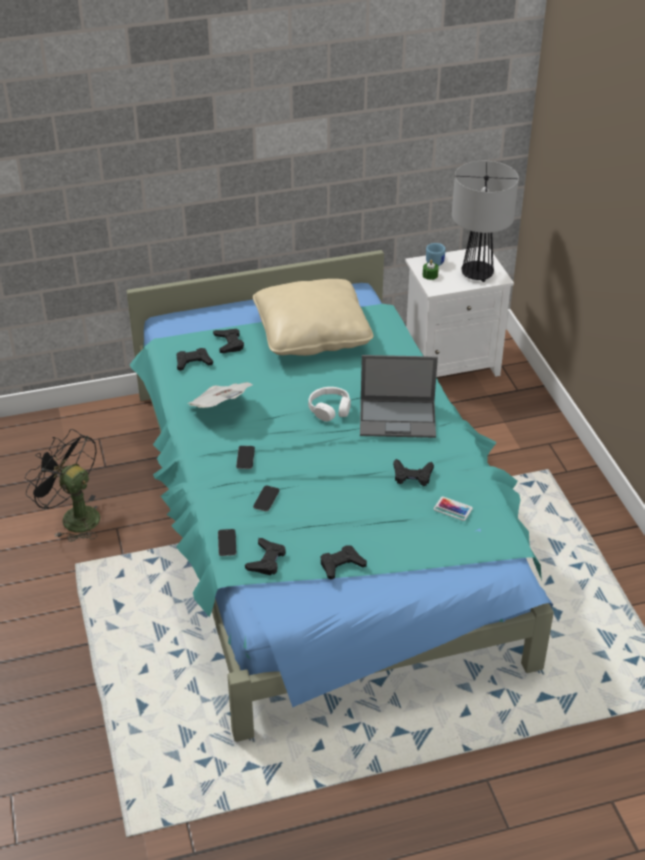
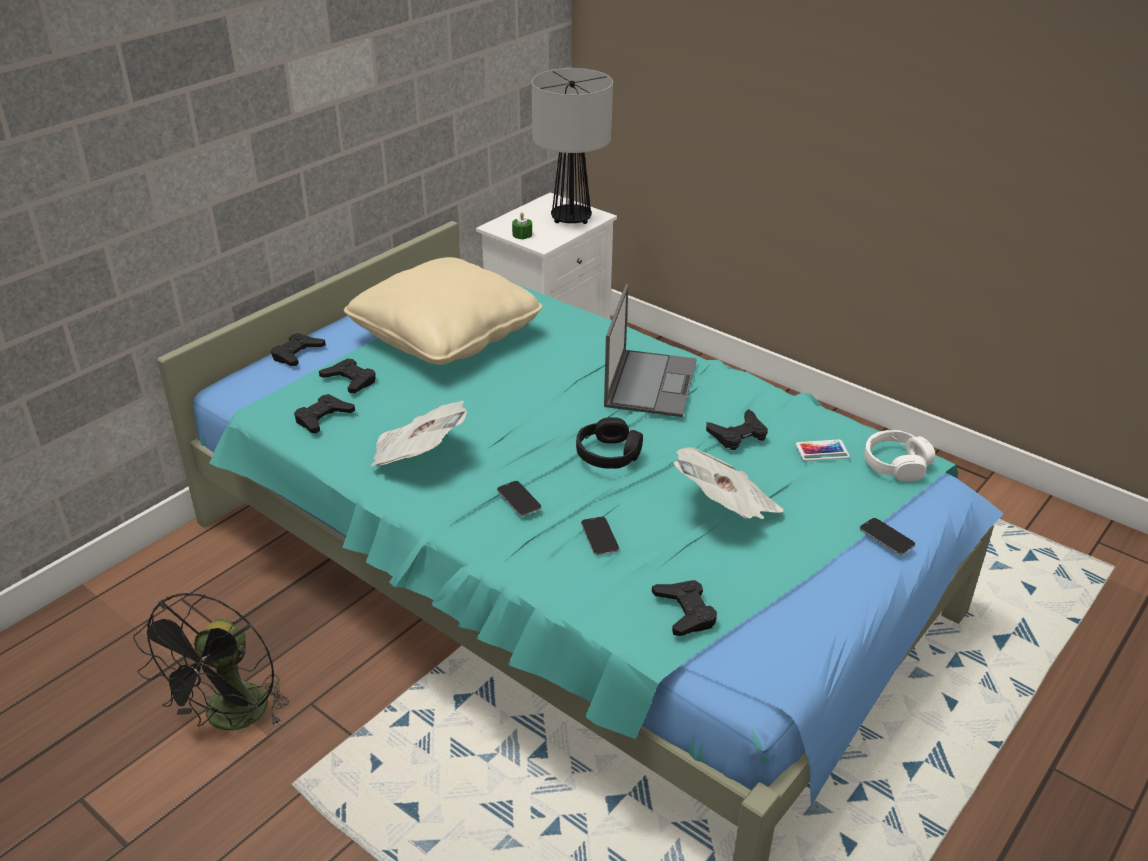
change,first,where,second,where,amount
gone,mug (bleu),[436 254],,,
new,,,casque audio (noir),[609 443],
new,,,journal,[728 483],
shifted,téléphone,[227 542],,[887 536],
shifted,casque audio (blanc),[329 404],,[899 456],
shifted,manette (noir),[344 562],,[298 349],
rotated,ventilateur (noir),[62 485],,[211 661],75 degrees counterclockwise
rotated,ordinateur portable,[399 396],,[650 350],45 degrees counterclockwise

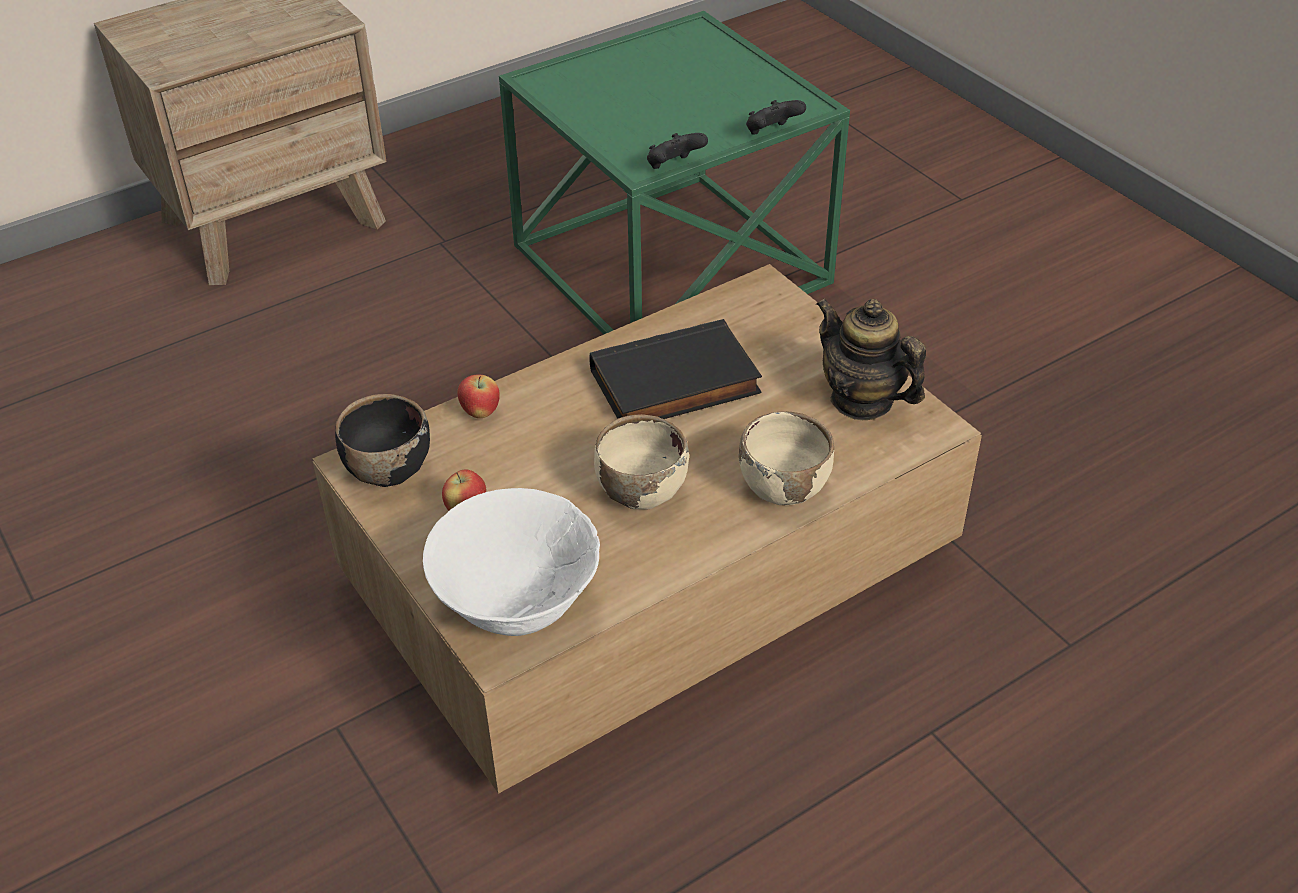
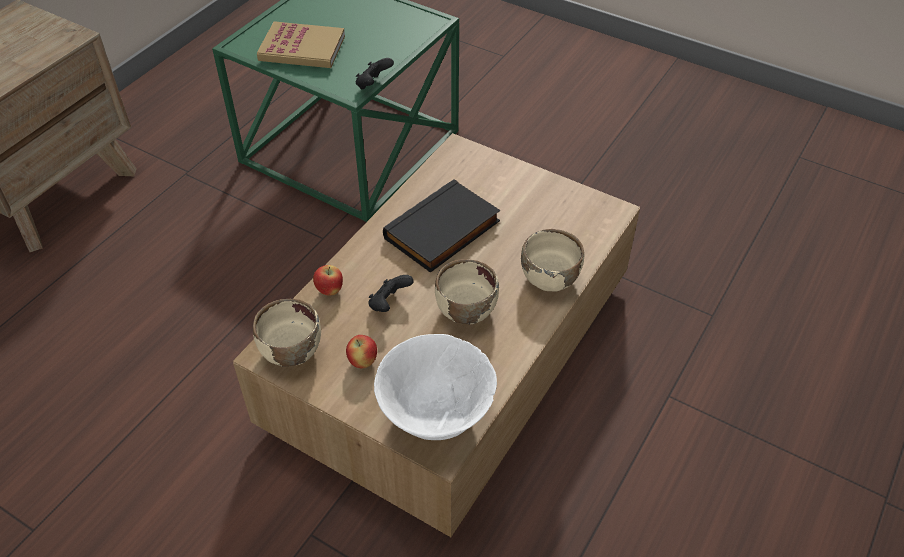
change,first,where,second,where,amount
gone,théière,[871 359],,,
new,,,livre,[301 44],
shifted,manette (noir),[776 117],,[391 293],
repainted,bol (noir),[382 440],bol (beige),[287 333],

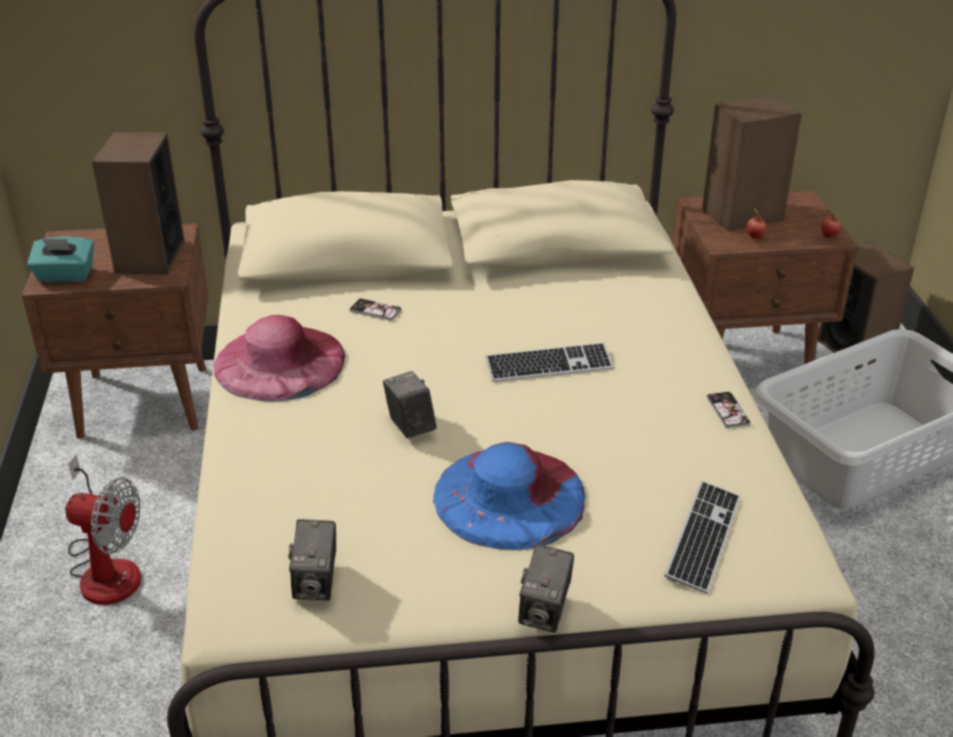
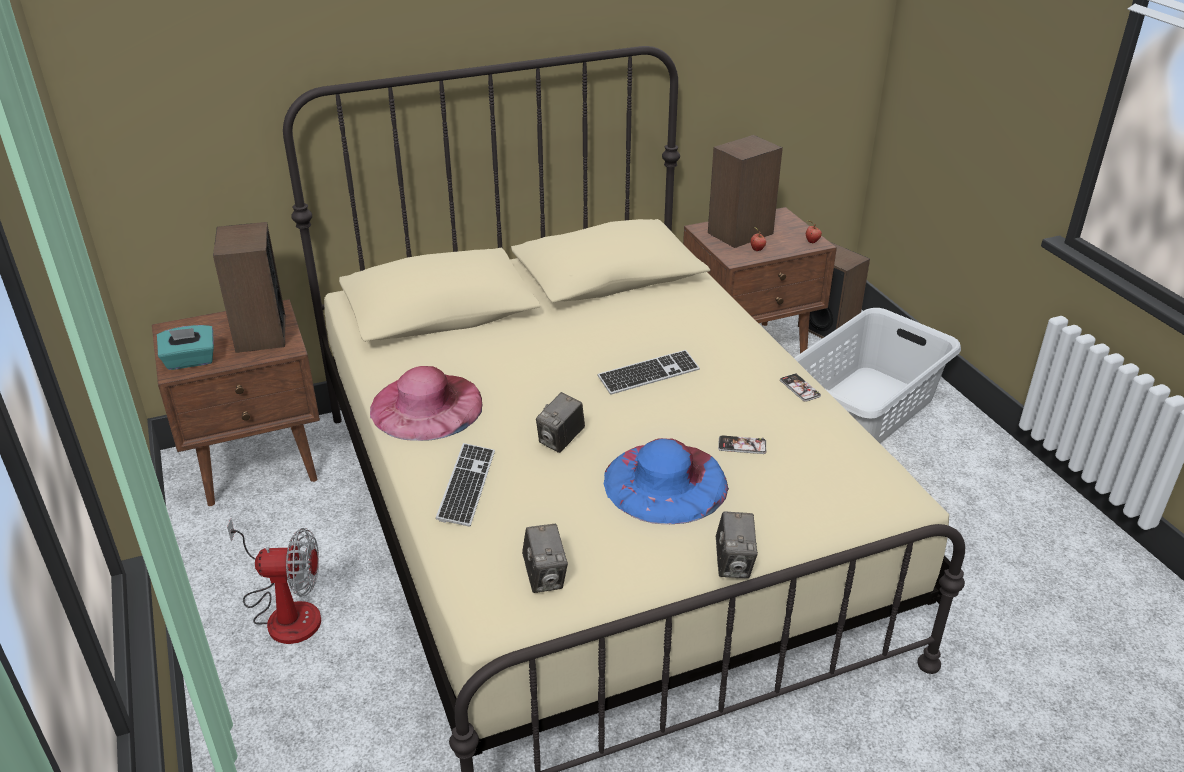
change,first,where,second,where,amount
shifted,téléphone,[375 309],,[742 445],
shifted,clavier,[702 537],,[465 485],
rotated,appareil photo,[410 404],,[560 422],105 degrees counterclockwise

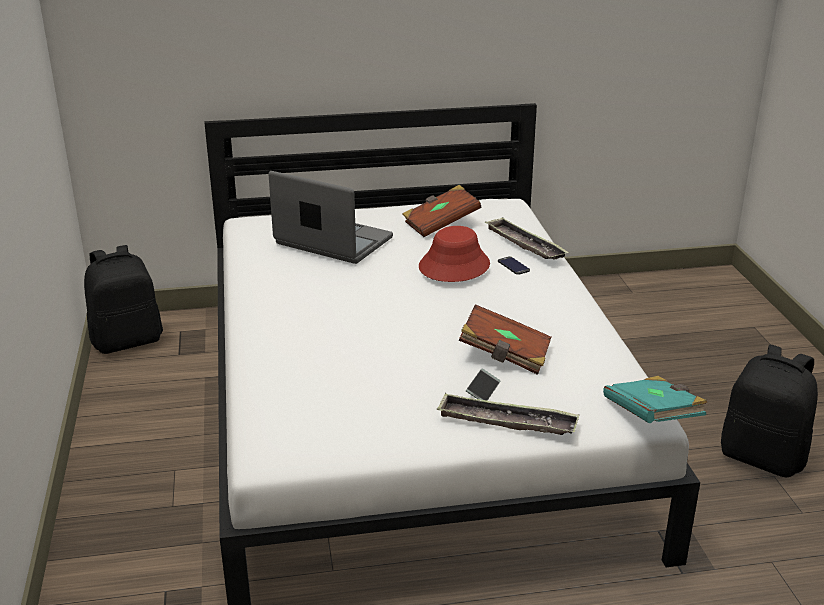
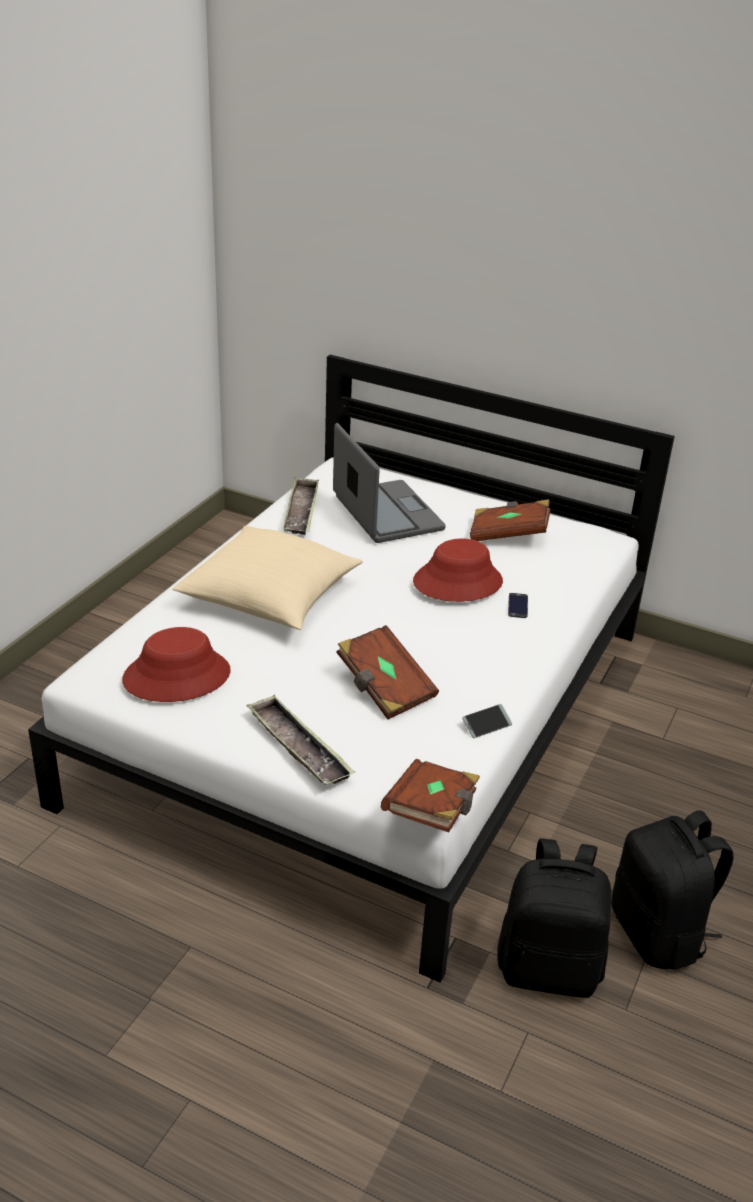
change,first,where,second,where,amount
new,,,chapeau (rouge),[176 664],
new,,,coussin (beige),[267 578],
shifted,sac à dos (noir),[123 299],,[554 918],
shifted,téléphone,[483 385],,[487 721],
shifted,plateau,[527 238],,[301 506],
repainted,livre (turquoise),[655 399],livre (marron),[430 795],

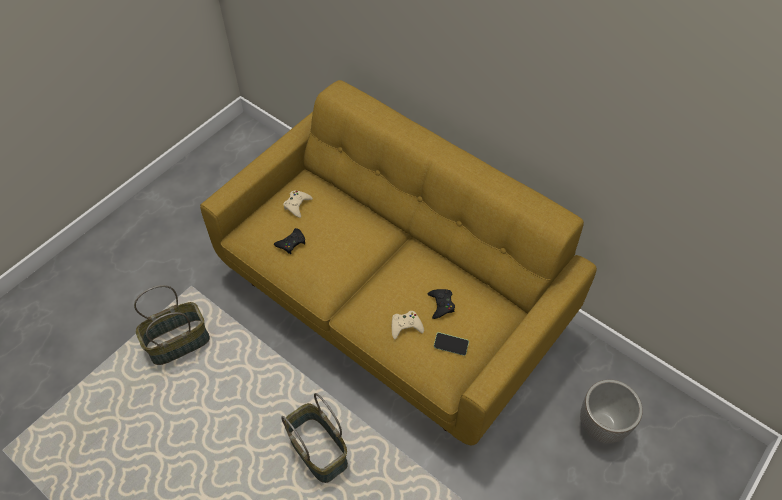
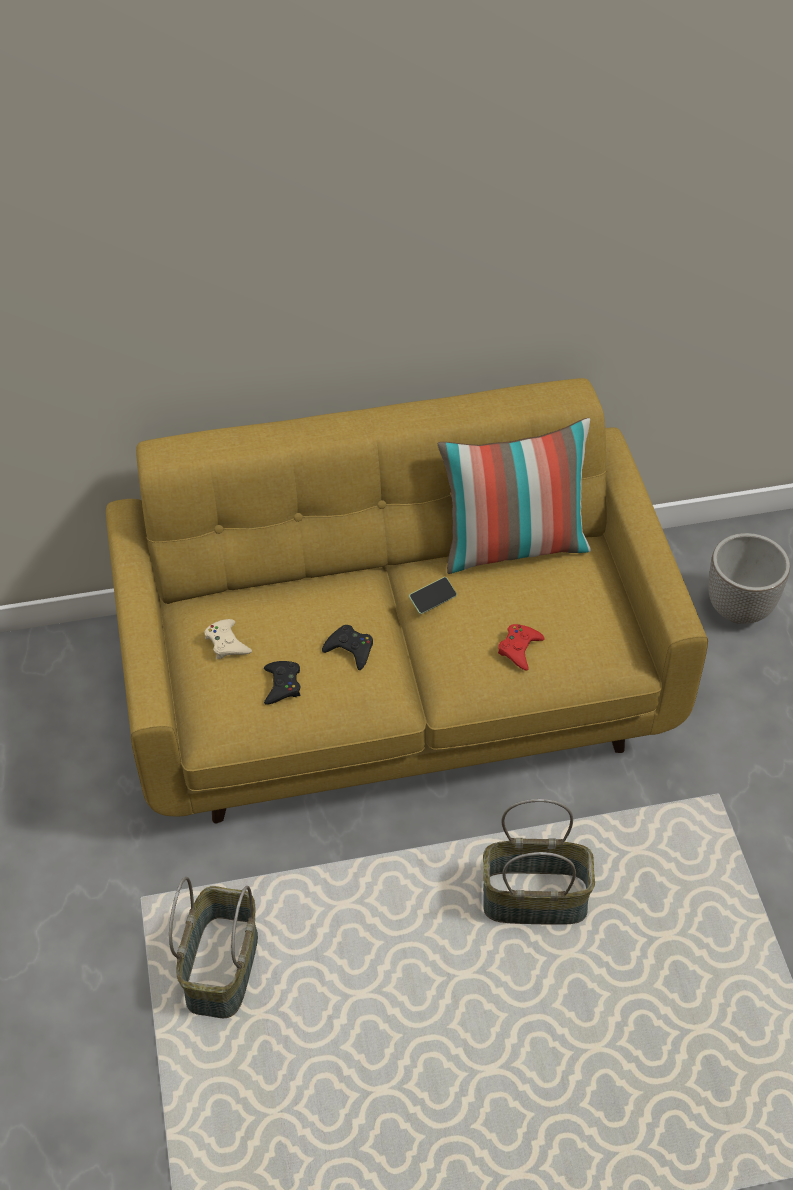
change,first,where,second,where,amount
new,,,coussin,[514 496],
shifted,manette (noir),[441 304],,[347 647],
shifted,téléphone,[451 344],,[433 595],
repainted,manette (beige),[408 325],manette (rouge),[521 647],

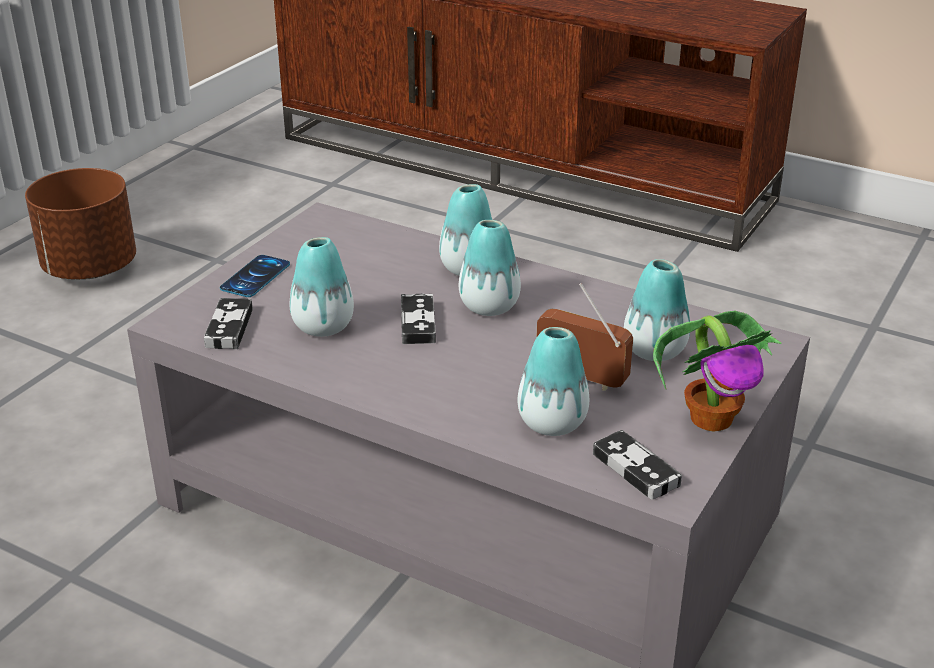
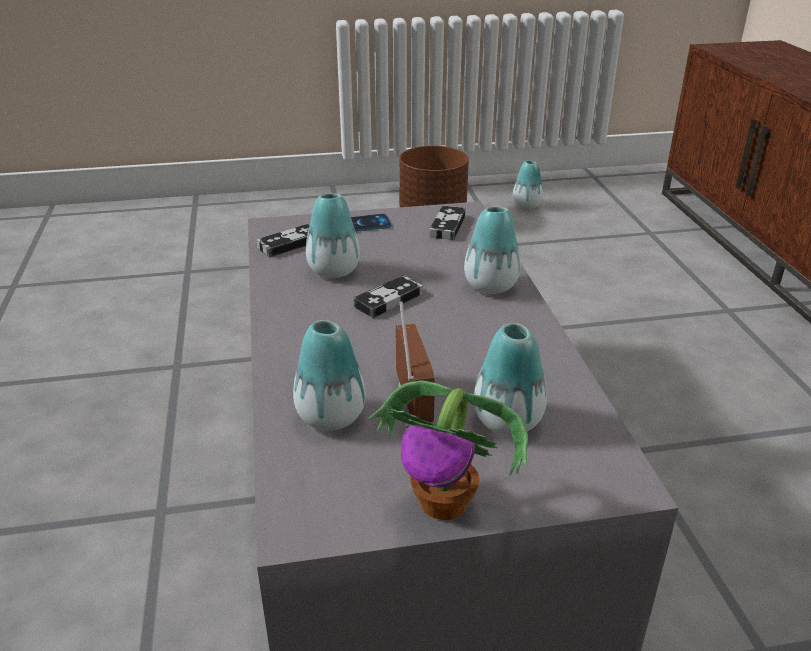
change,first,where,second,where,amount
shifted,vase,[490 268],,[528 184],
shifted,manette,[637 465],,[447 223],

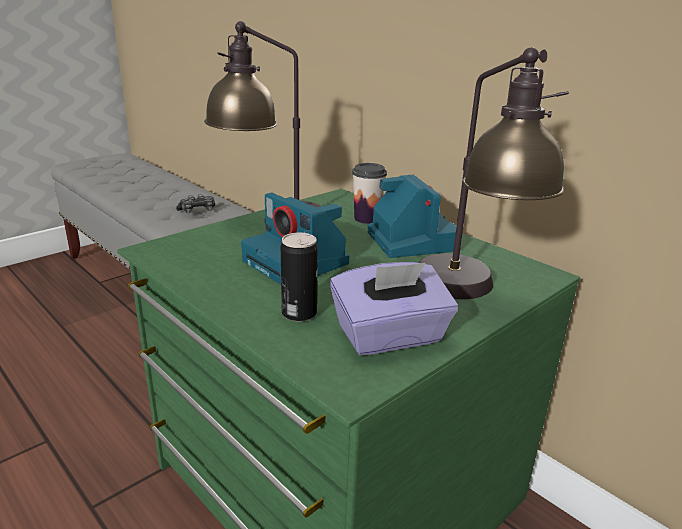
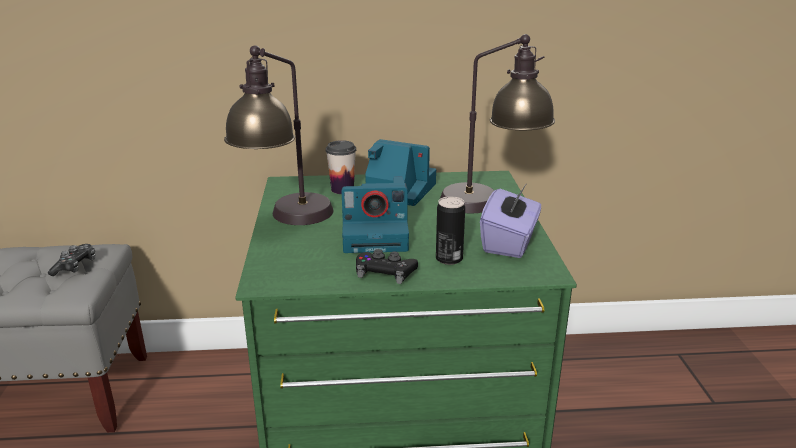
change,first,where,second,where,amount
new,,,manette (noir),[387 266],

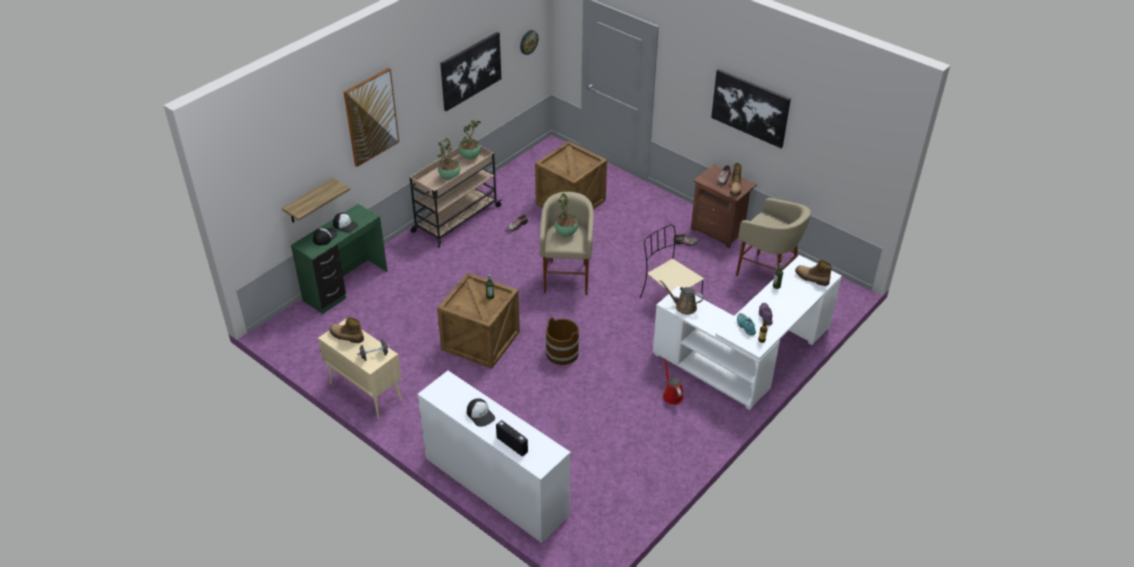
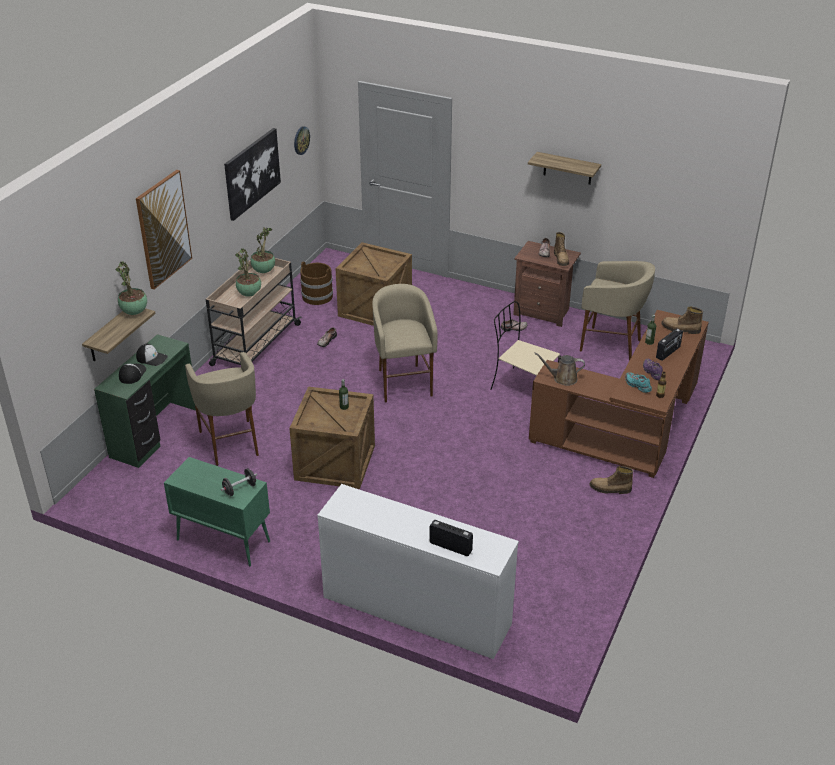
change,first,where,second,where,amount
gone,casquette,[481 412],,,
gone,arrosoir (rouge),[673 381],,,
new,,,tabouret (beige),[222 409],
new,,,radio,[669 344],
shifted,botte,[346 330],,[611 480],
shifted,seau (marron),[562 341],,[316 283],
shifted,plante en pot,[566 214],,[131 288],
swapped,tableau,[751 108],étagère,[564 168],
repainted,meuble de rangement (beige),[360 369],meuble de rangement (vert),[217 511],
repainted,bureau (blanc),[747 332],bureau (marron),[619 394],

